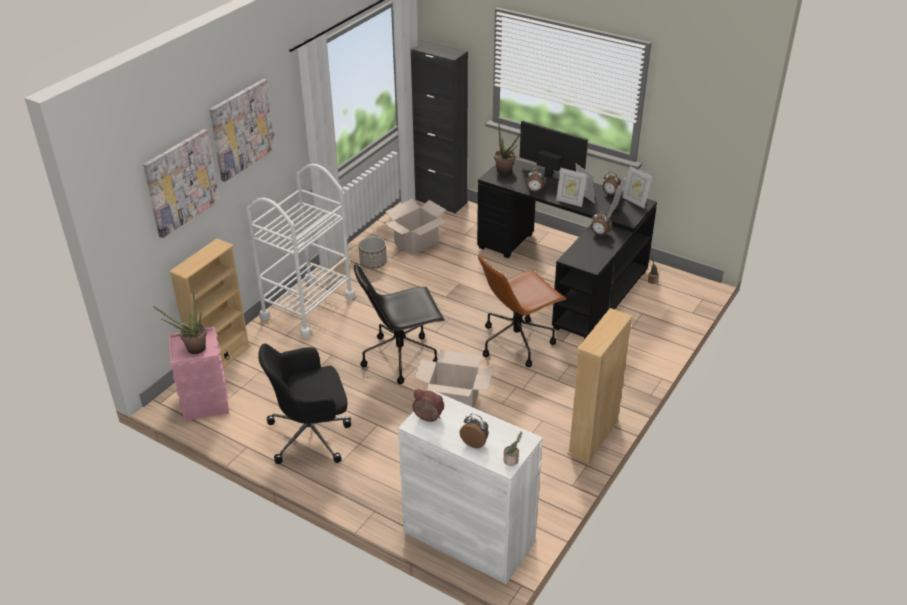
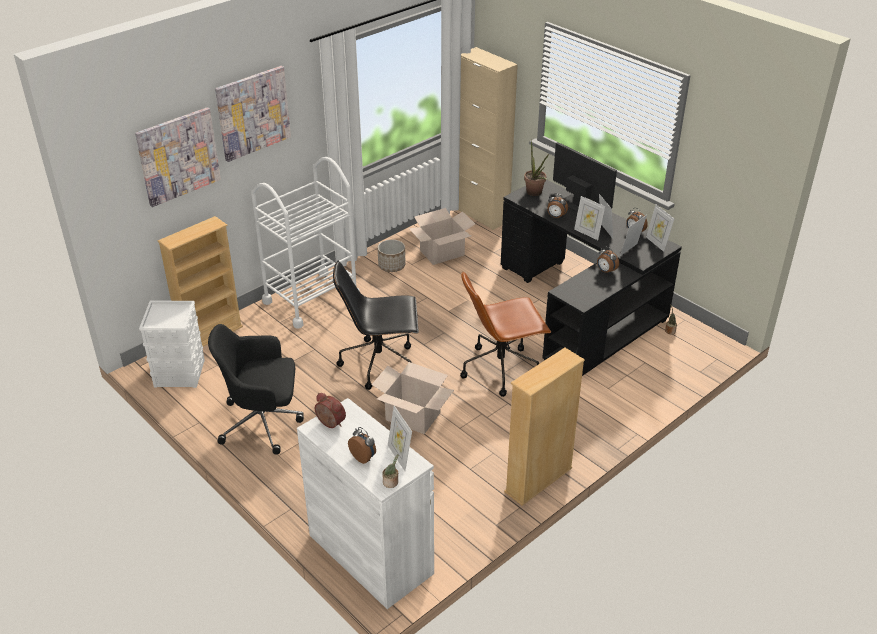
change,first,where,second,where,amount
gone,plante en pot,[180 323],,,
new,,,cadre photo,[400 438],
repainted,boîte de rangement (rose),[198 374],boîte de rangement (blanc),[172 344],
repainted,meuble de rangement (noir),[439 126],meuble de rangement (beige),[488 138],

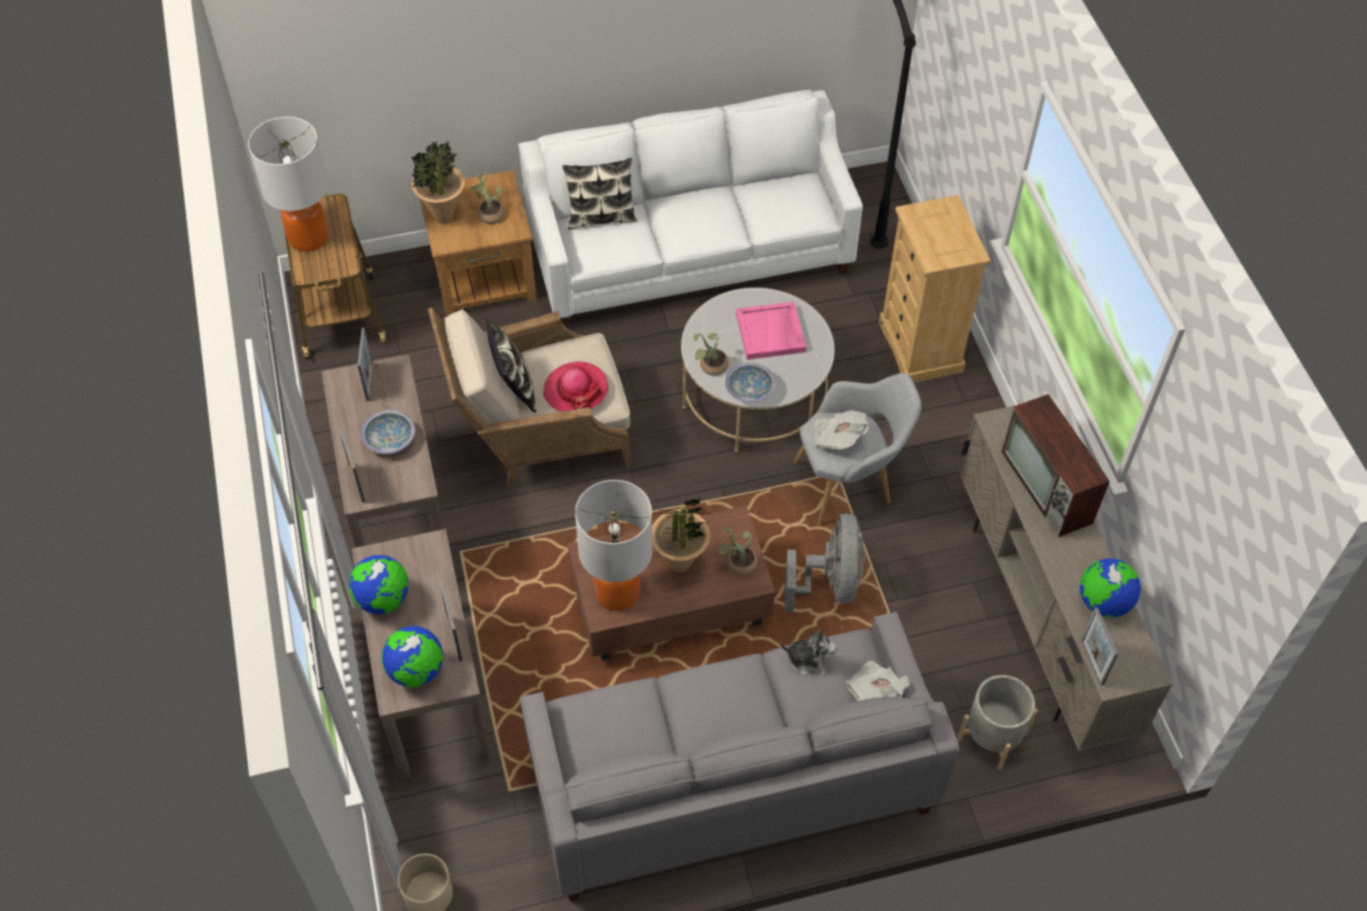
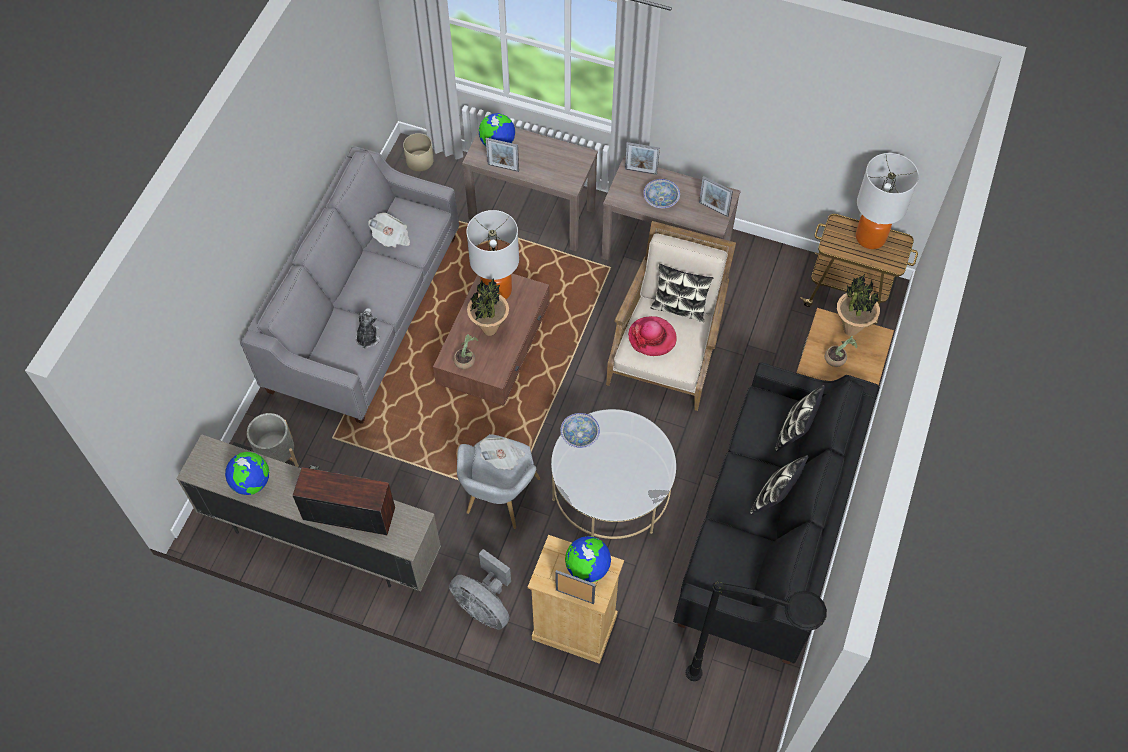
change,first,where,second,where,amount
gone,plante en pot,[711 354],,,
gone,plateau (rose),[771 331],,,
new,,,coussin,[779 485],
shifted,globe,[378 584],,[588 559],
shifted,ventilateur (gris),[825 563],,[480 589],
shifted,journal,[878 681],,[389 230],
shifted,cadre photo,[1099 646],,[575 587],
repainted,canapé (blanc),[690 209],canapé (noir),[776 513],
rotated,peluche,[808 653],,[367 328],135 degrees clockwise

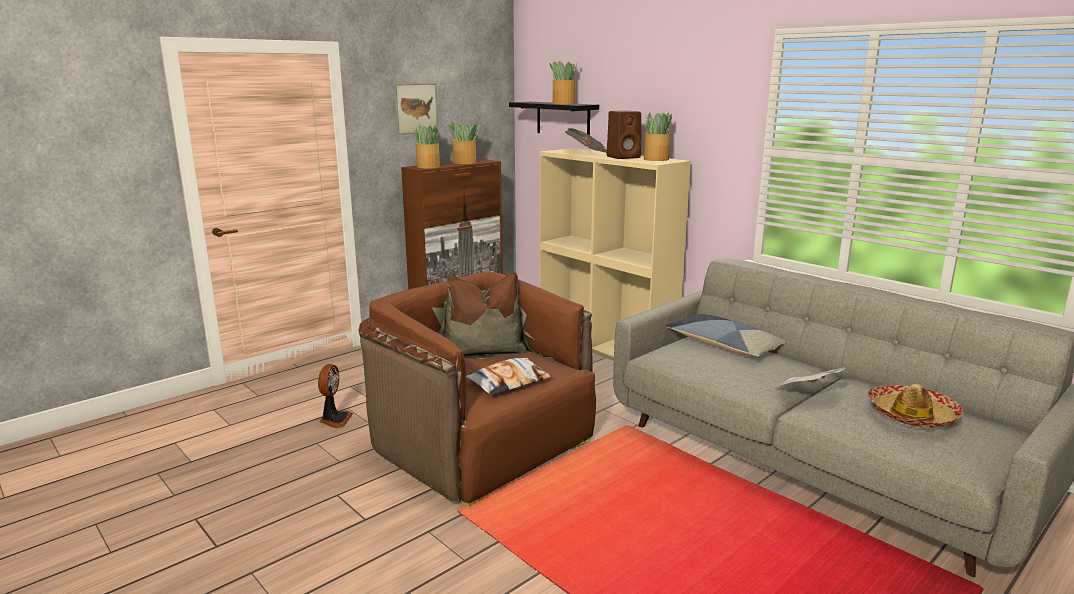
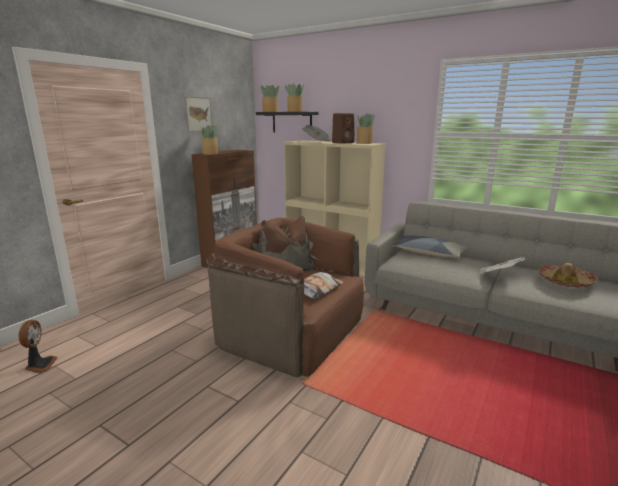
change,first,where,second,where,amount
shifted,ventilateur,[335 396],,[38 346],
shifted,plante en pot,[463 143],,[269 98],

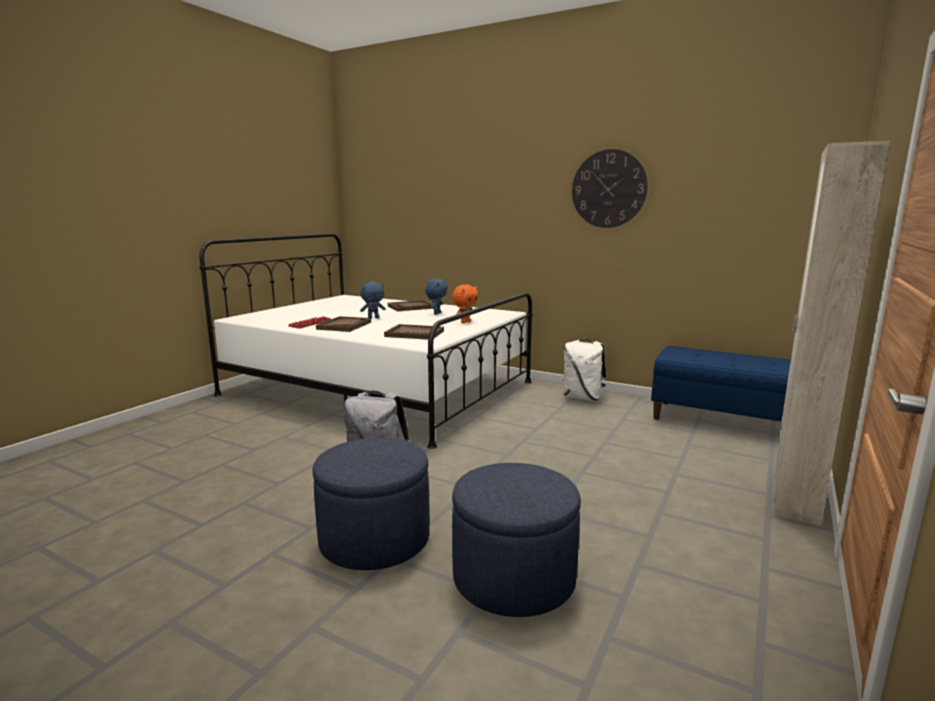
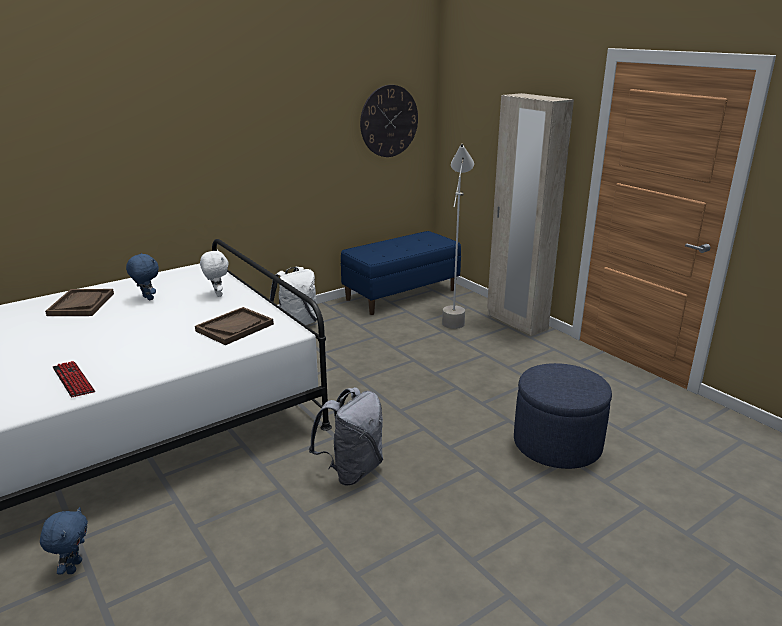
change,first,where,second,where,amount
gone,pouf (bleu),[371 504],,,
gone,plateau (marron),[343 324],,,
new,,,lampadaire (gris),[458 236],
shifted,peluche (bleu),[373 300],,[64 540],
shifted,horloge murale,[610 188],,[389 121],
repainted,peluche (orange),[465 303],peluche (blanc),[214 273],

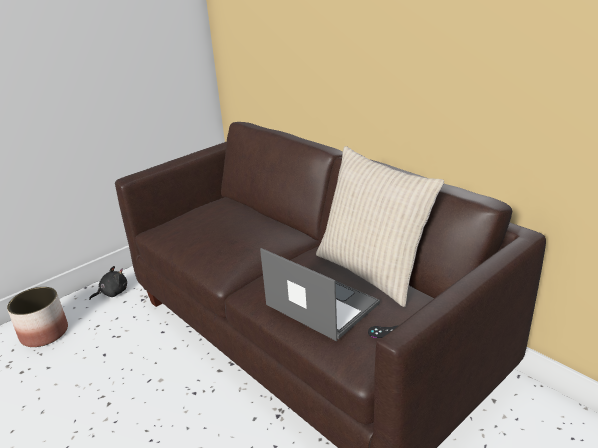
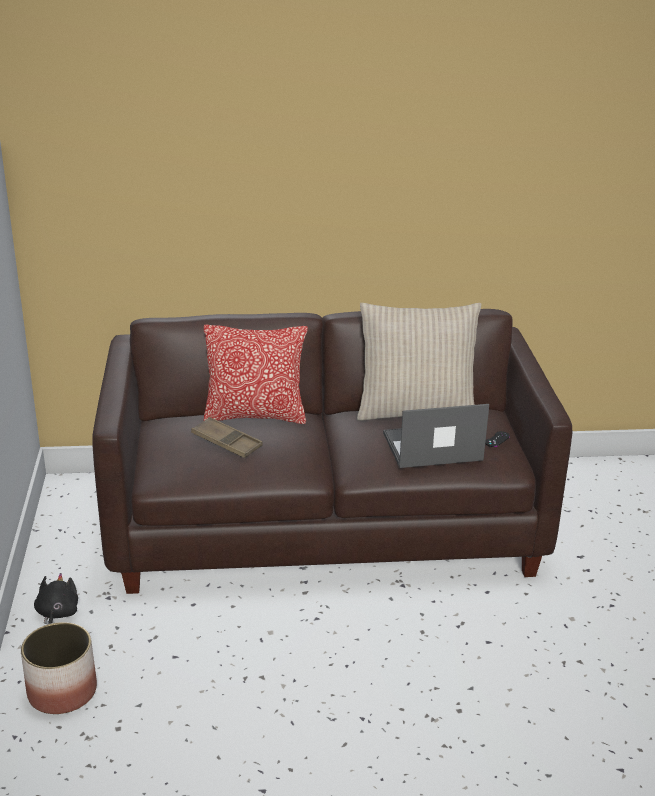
change,first,where,second,where,amount
new,,,plateau (marron),[227 437],
new,,,coussin,[255 374],

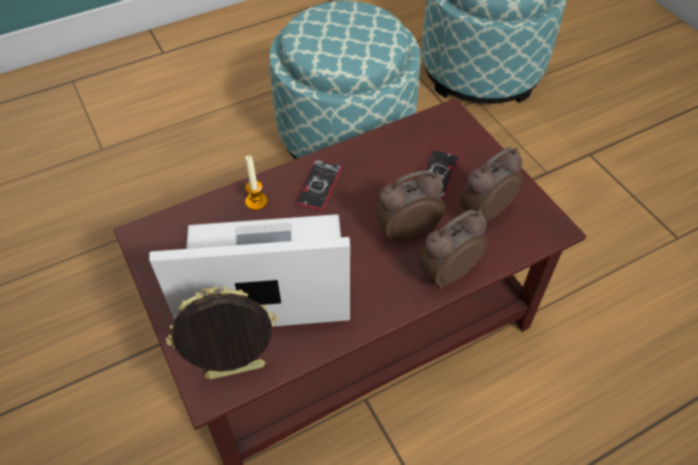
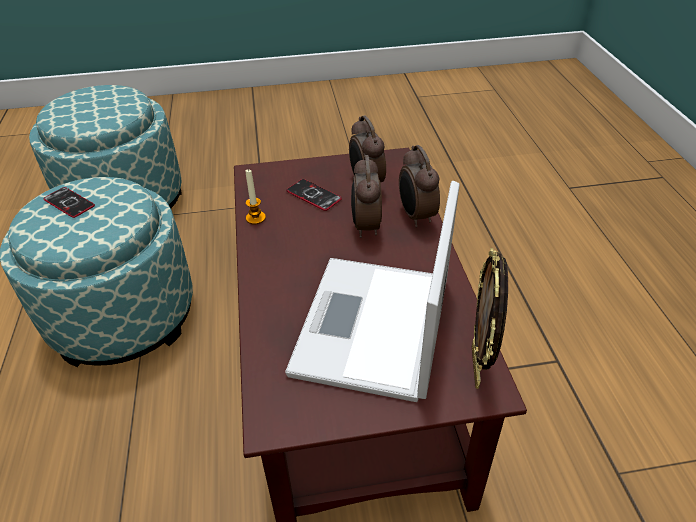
change,first,where,second,where,amount
shifted,bougie,[256 182],,[255 197],
shifted,téléphone,[318 184],,[69 202],

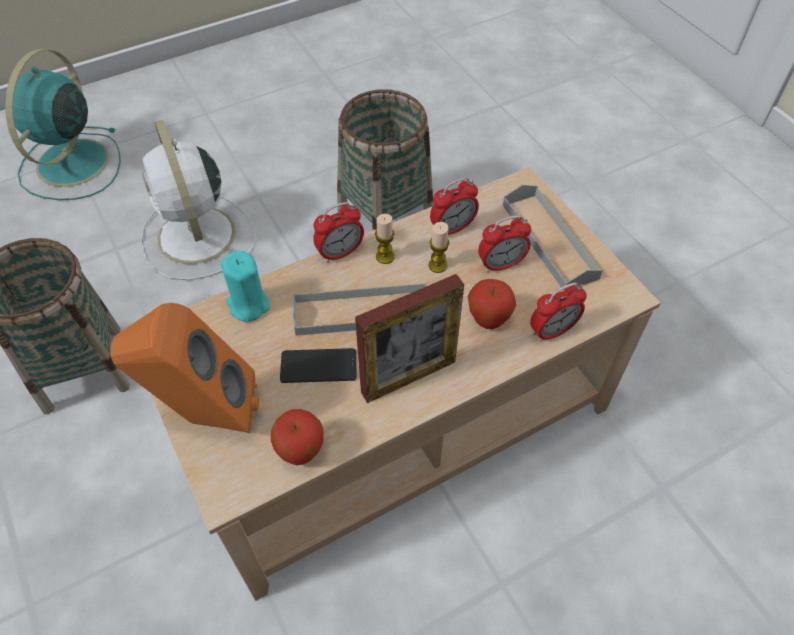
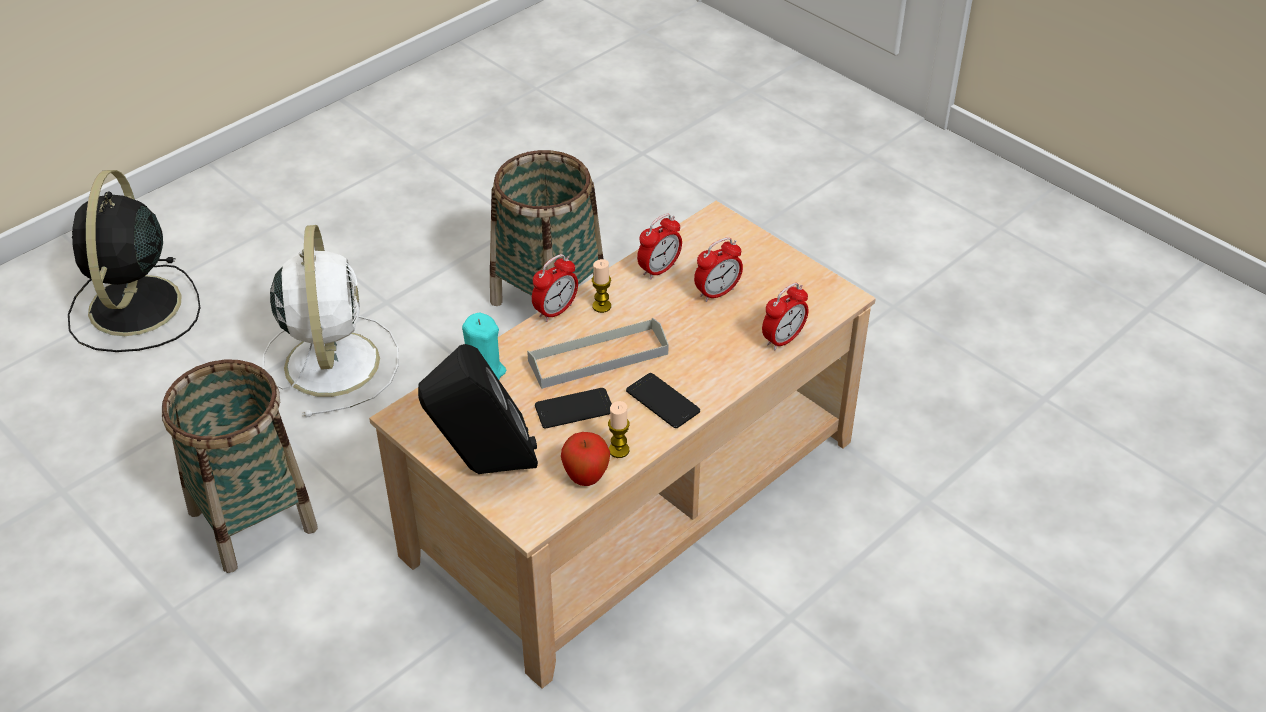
change,first,where,second,where,amount
gone,pomme,[492 304],,,
gone,plateau (gris),[553 238],,,
shifted,bougie,[439 247],,[619 429],
swapped,cadre photo,[409 338],téléphone,[663 400],
repainted,ventilateur (turquoise),[63 124],ventilateur (noir),[134 261],
repainted,enceinte (orange),[184 368],enceinte (noir),[478 409],
rotated,ventilateur (blanc),[198 200],,[330 321],150 degrees counterclockwise

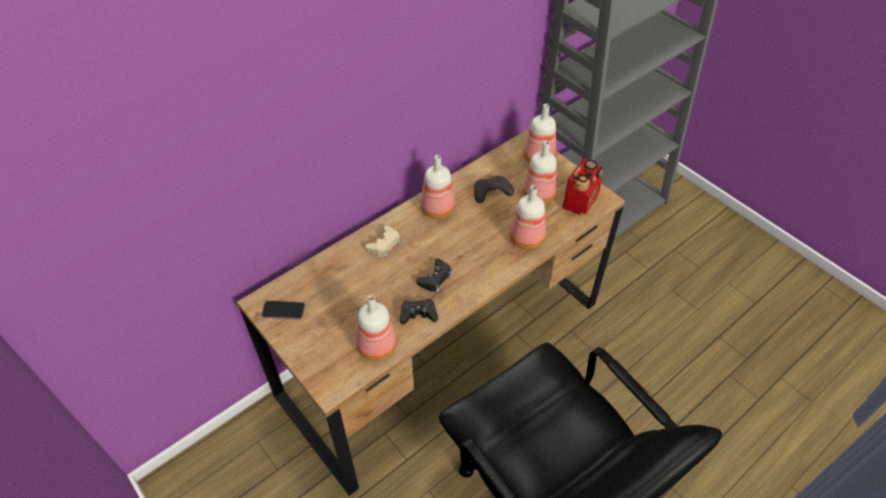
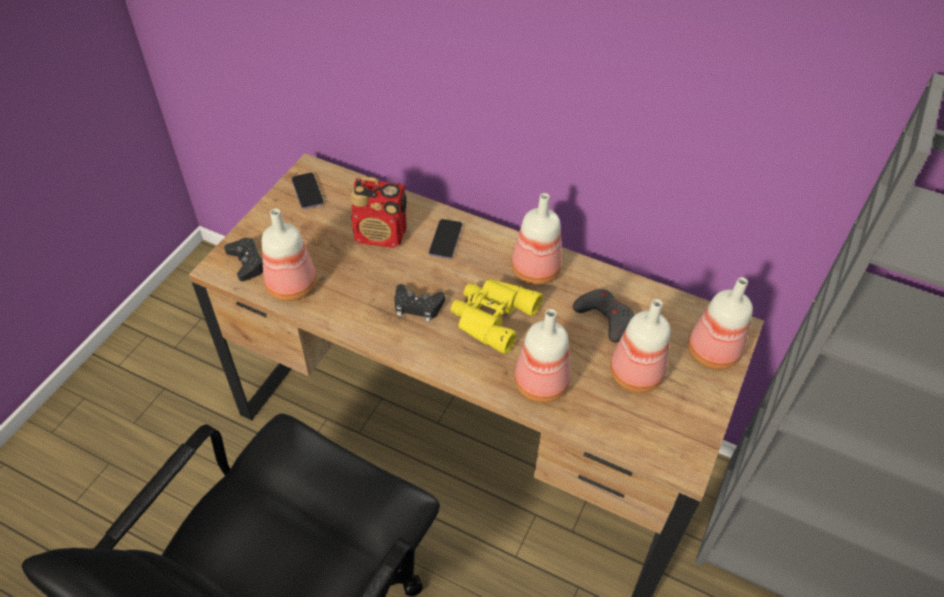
change,first,where,second,where,amount
new,,,jumelles (jaune),[497 316],
shifted,manette (noir),[419 311],,[243 259],
shifted,radio,[583 186],,[378 212],
swapped,manette (beige),[383 242],téléphone,[445 239],

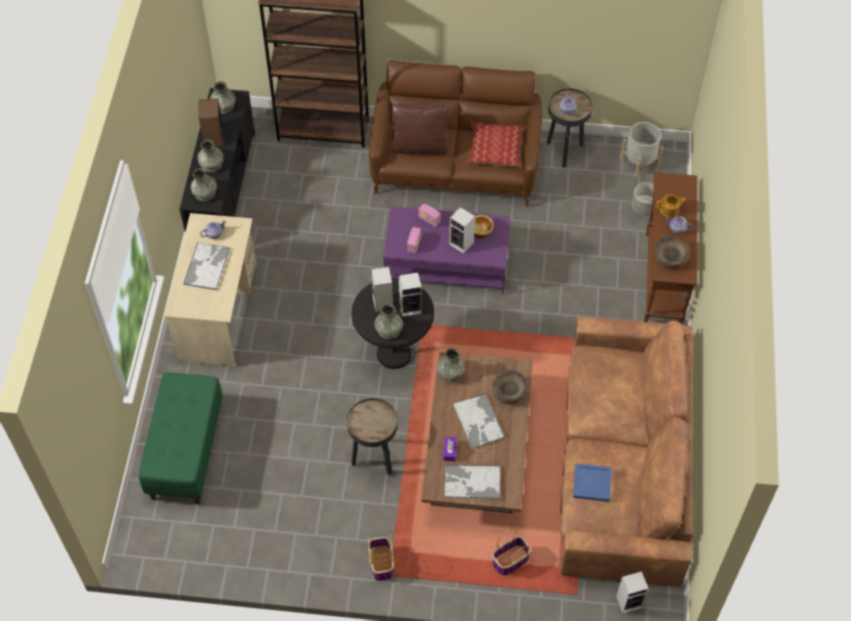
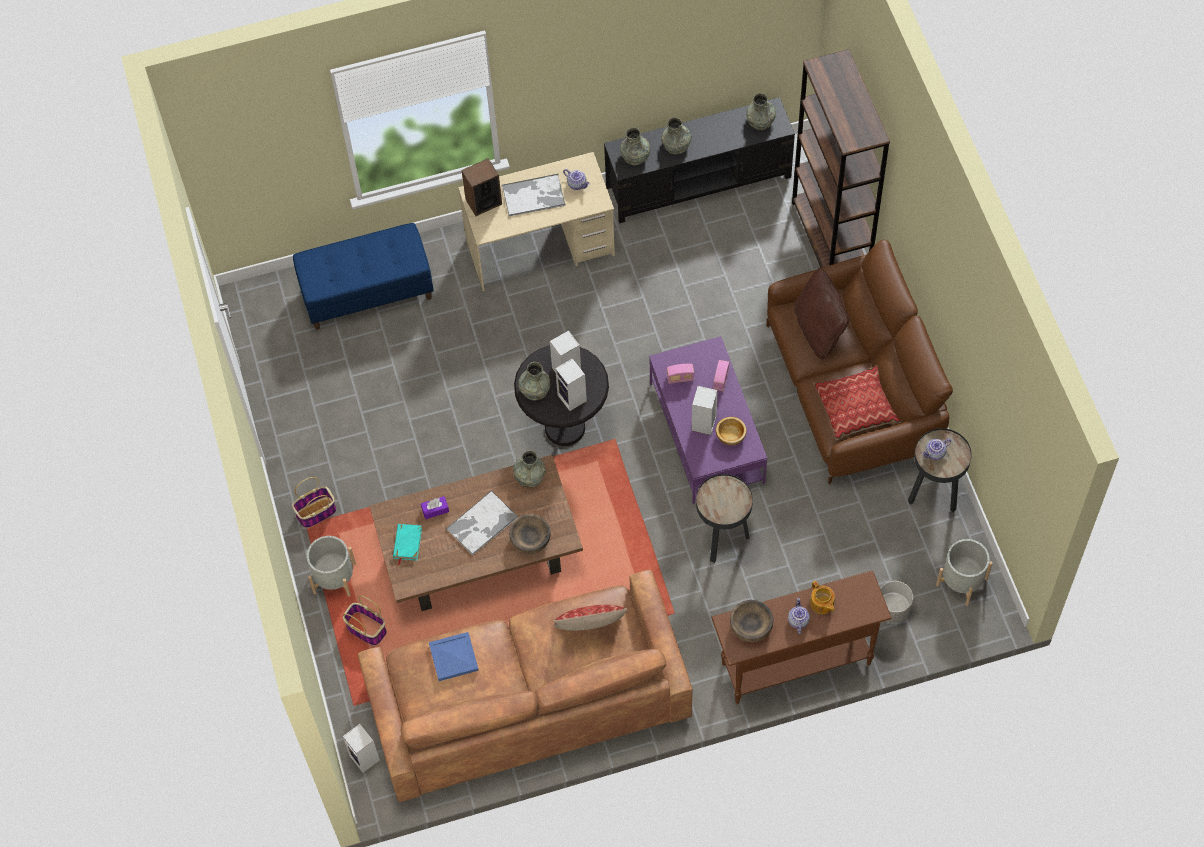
change,first,where,second,where,amount
new,,,cache-pot (gris),[331 566],
new,,,coussin,[590 618],
shifted,enceinte,[211 122],,[482 187],
shifted,table d'appoint (noir),[372 436],,[724 518],
swapped,plateau,[472 482],livre (turquoise),[407 544],
repainted,banc (vert),[181 439],banc (bleu),[363 276],

